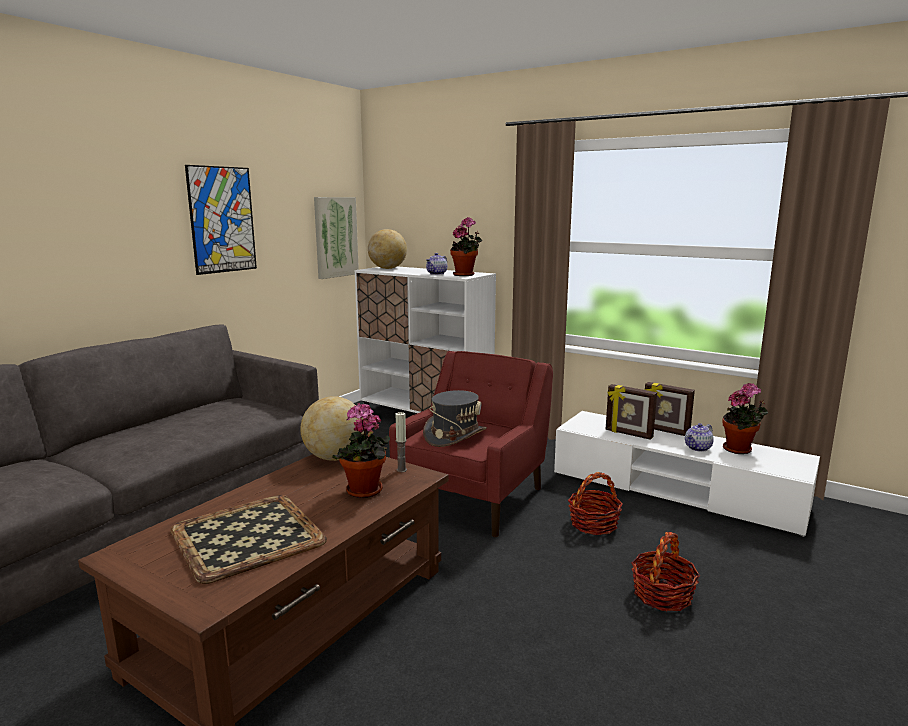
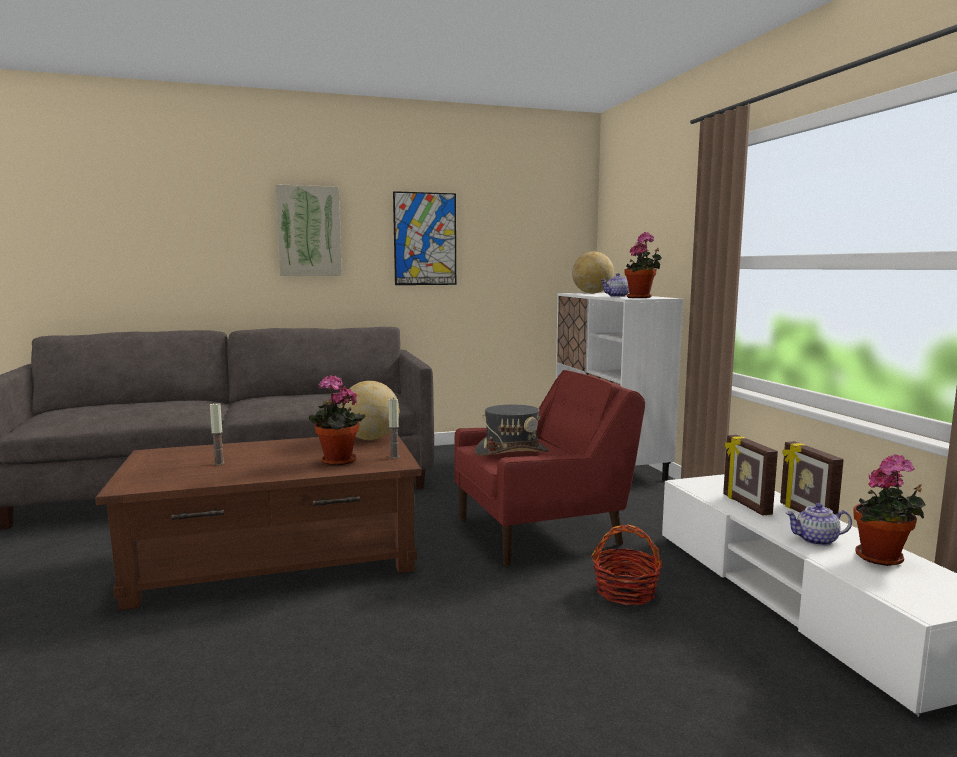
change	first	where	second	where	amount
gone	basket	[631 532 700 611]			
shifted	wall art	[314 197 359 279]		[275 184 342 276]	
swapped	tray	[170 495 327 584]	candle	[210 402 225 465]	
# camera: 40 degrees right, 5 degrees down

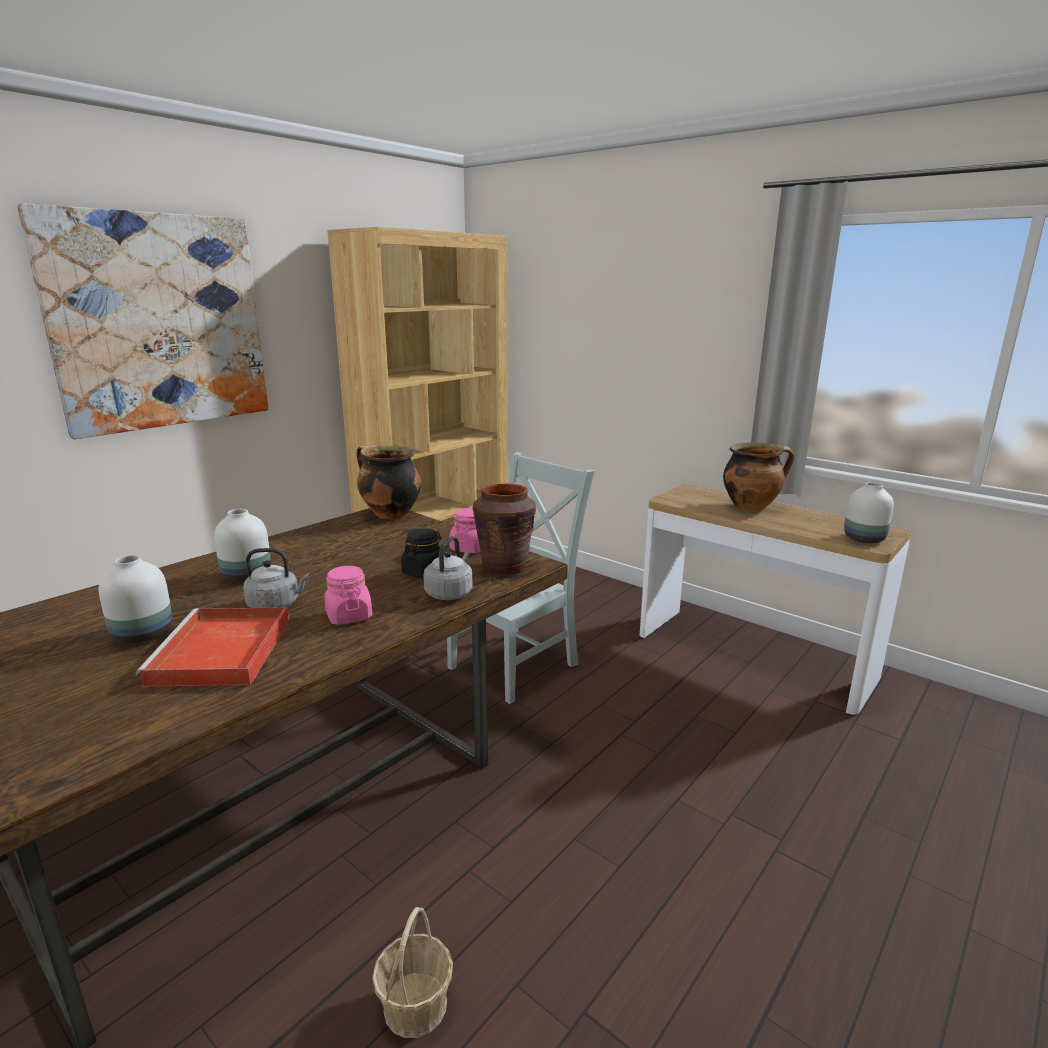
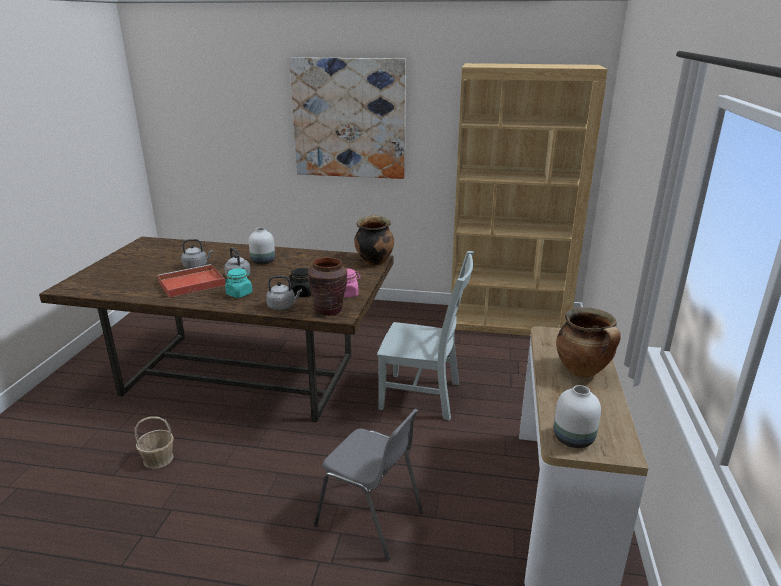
change	first	where	second	where	amount
new			gray chair	[314 409 423 560]	
swapped	white-coloured vase	[99 555 172 644]	gray kettle	[181 239 213 269]	
repainted	pink-coloured preserve jar	[324 566 372 625]	blue-green preserve jar	[225 268 252 298]	
# camera: 60 degrees right, 5 degrees up

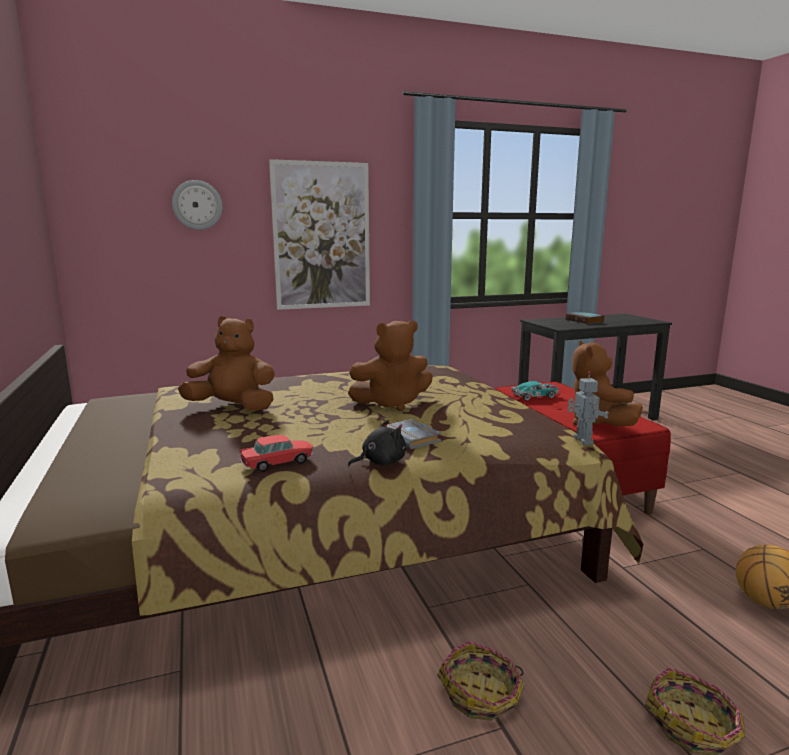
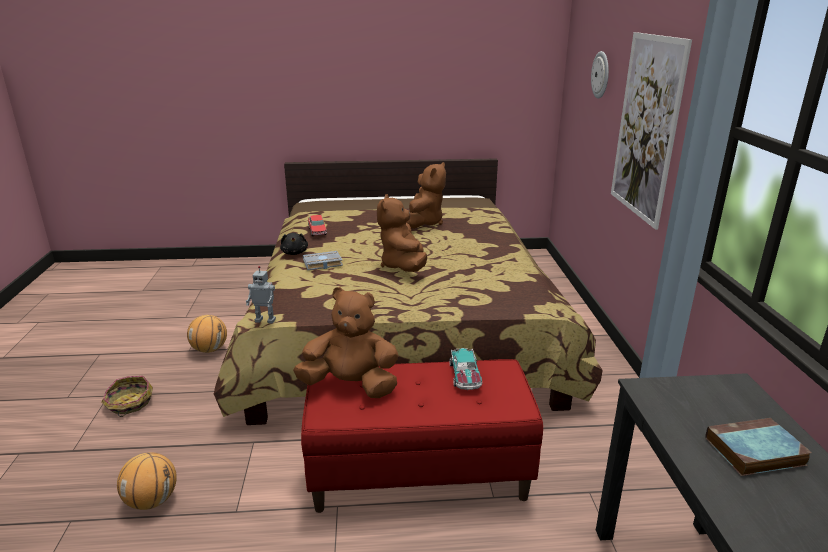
change	first	where	second	where	amount
swapped	basket	[437 641 525 720]	ball for basketball	[187 315 227 353]	
# camera: 105 degrees right, 10 degrees up

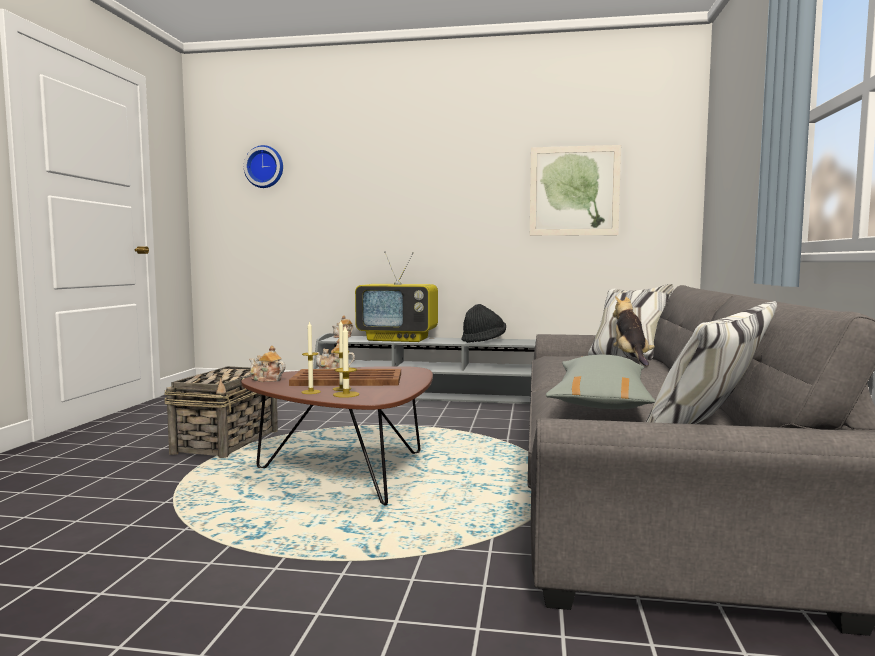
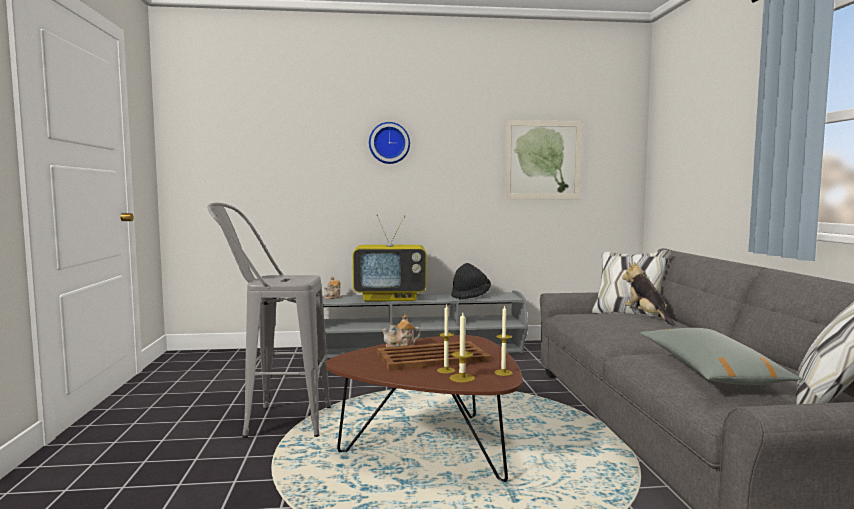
change	first	where	second	where	amount
gone	pot for tea	[249 346 286 382]			
shifted	hanging clock	[244 145 283 188]		[369 122 410 164]	
shifted	candle	[301 321 321 394]		[494 305 513 376]	
swapped	basket	[164 366 278 458]	gray stool	[207 202 331 438]	
# camera: 15 degrees left, 0 degrees up

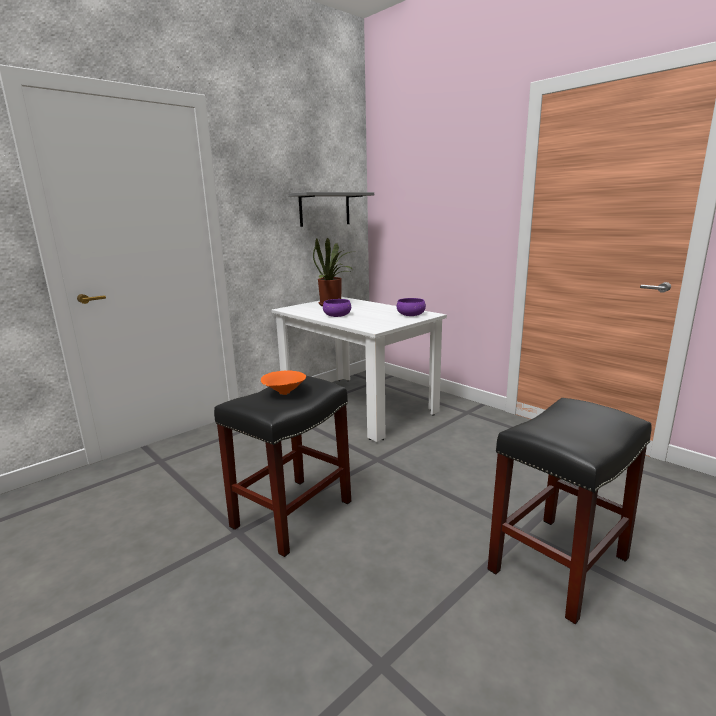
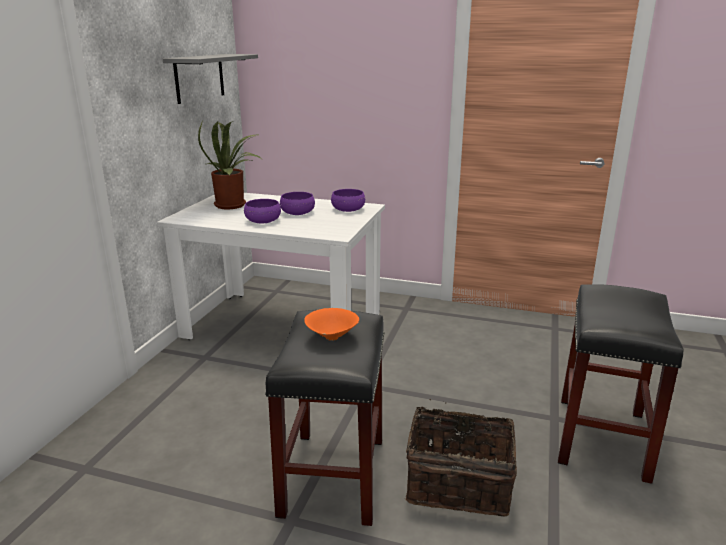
change	first	where	second	where	amount
new			purple-coloured bowl	[280 192 315 215]	
new			basket	[406 399 517 517]	
# camera: 30 degrees left, 5 degrees up

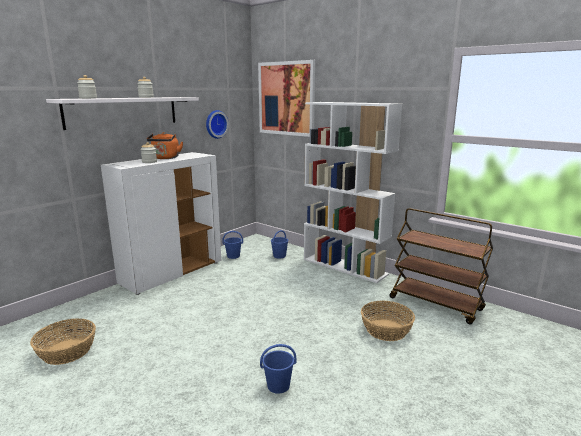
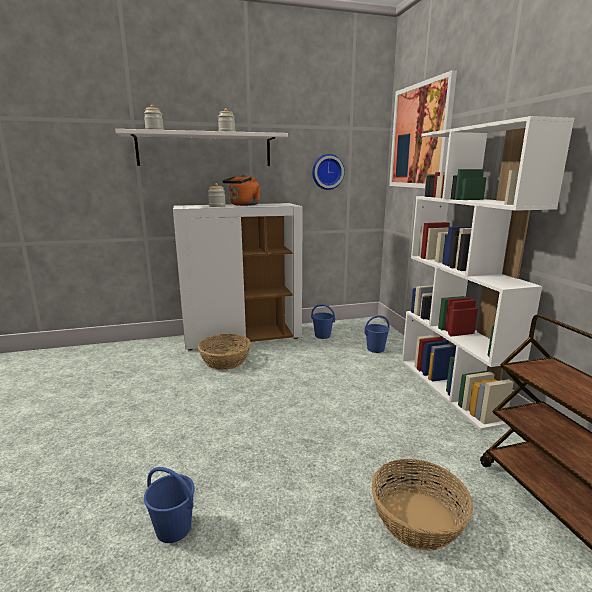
change	first	where	second	where	amount
shifted	basket	[30 318 96 365]		[198 334 251 370]	
# camera: 35 degrees right, 0 degrees up

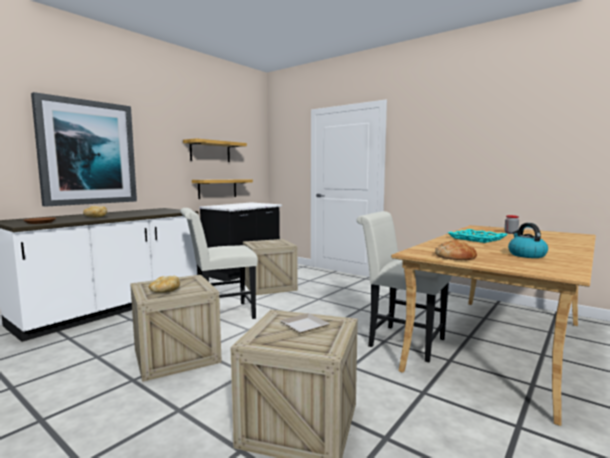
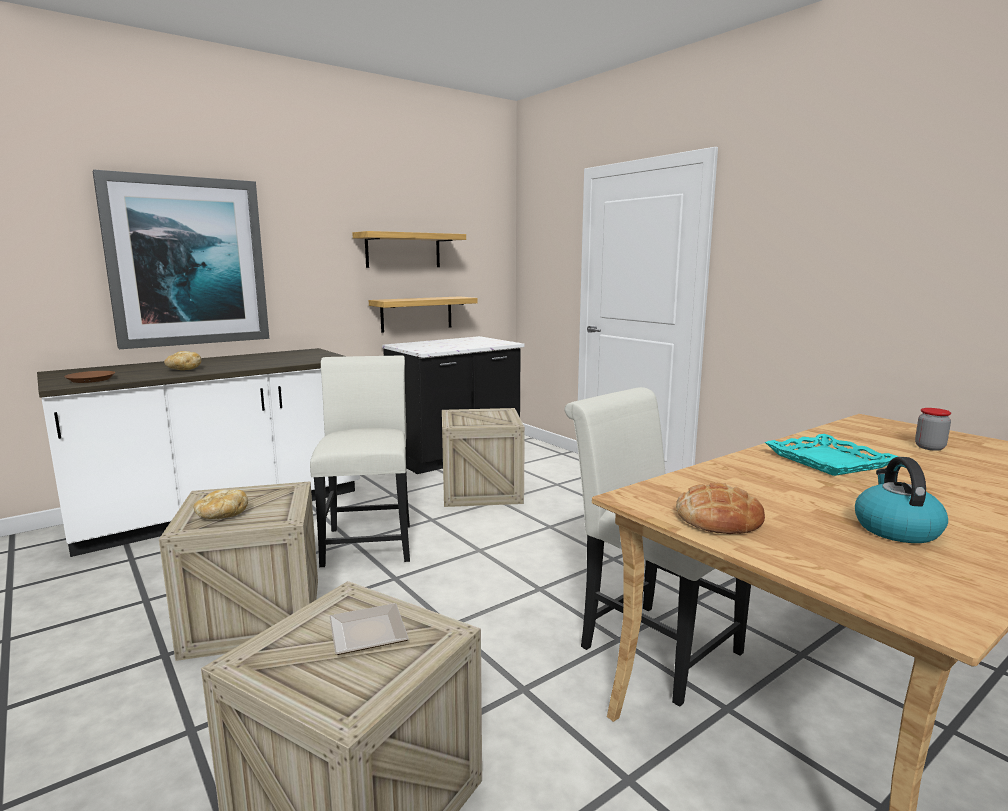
change	first	where	second	where	amount
rotated	white-coloured chair	[180 208 258 319]		[310 355 410 567]	90 degrees clockwise
# camera: 15 degrees right, 5 degrees up

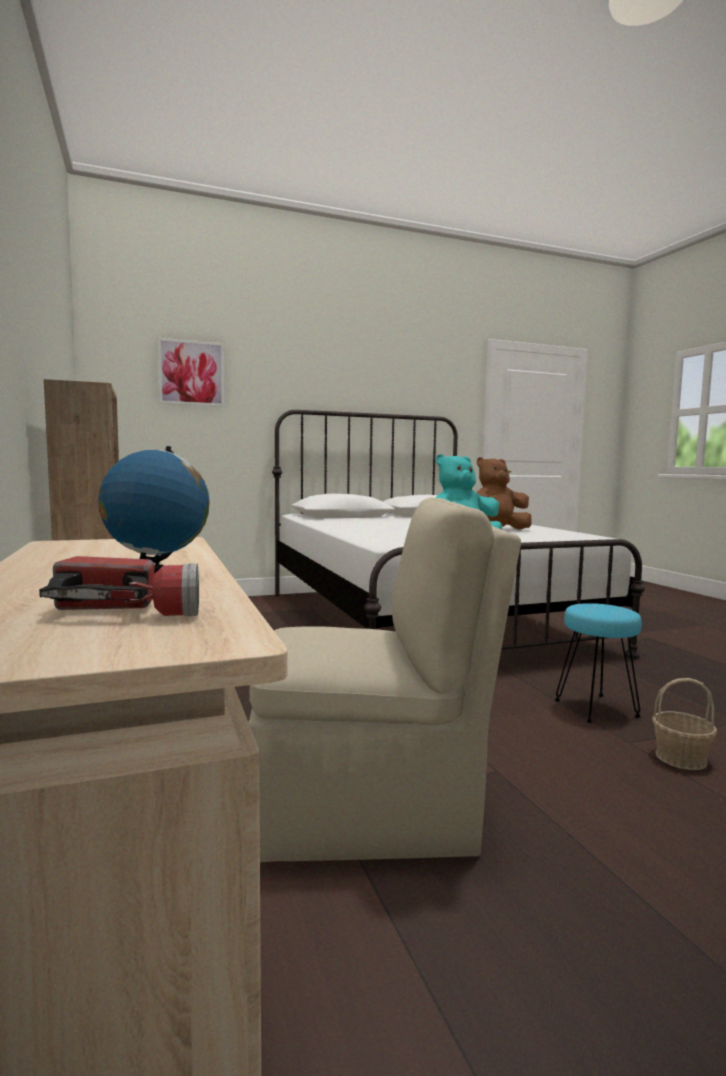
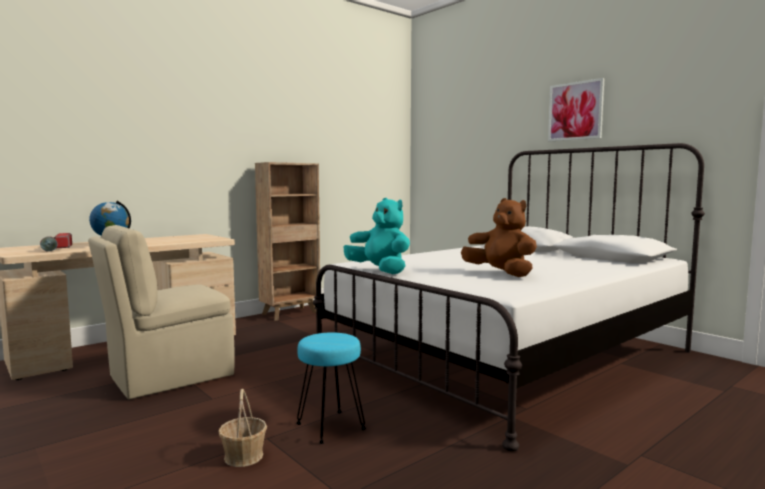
change	first	where	second	where	amount
shifted	wall art	[158 338 225 407]		[548 78 604 142]	
rotated	beige-coloured chair	[249 497 521 862]		[88 225 235 399]	75 degrees clockwise
# camera: 70 degrees right, 0 degrees up

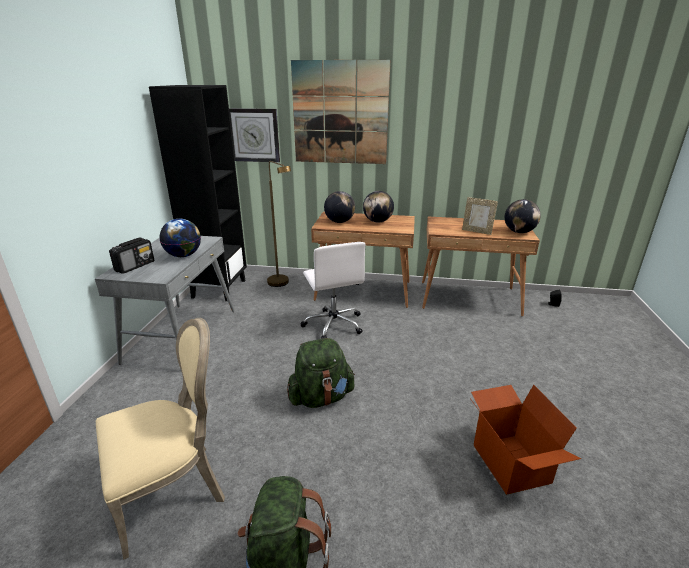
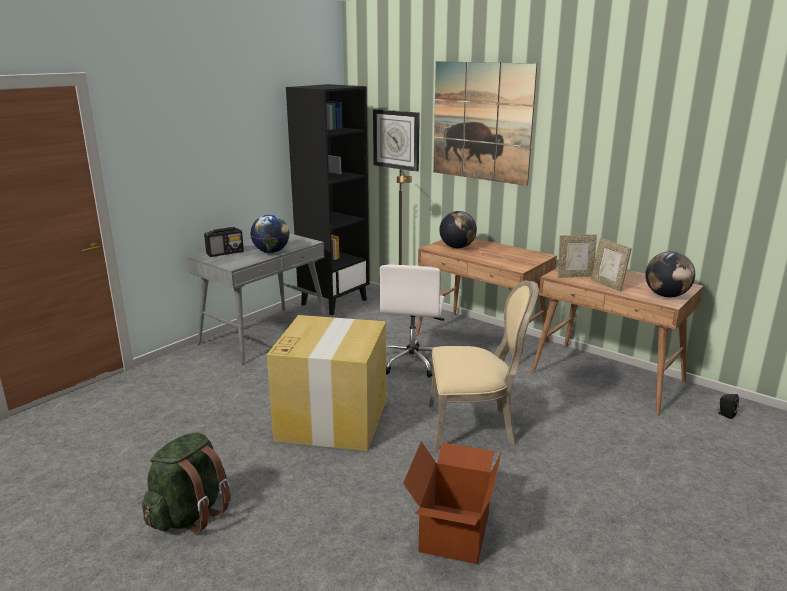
change	first	where	second	where	amount
gone	world globe	[363 191 394 222]			
new			photo frame	[558 234 597 278]	
shifted	beige-coloured chair	[96 318 225 560]		[429 280 539 451]	
swapped	green rucksack	[287 338 355 408]	packing box	[267 315 386 451]	
# camera: 30 degrees right, 5 degrees down

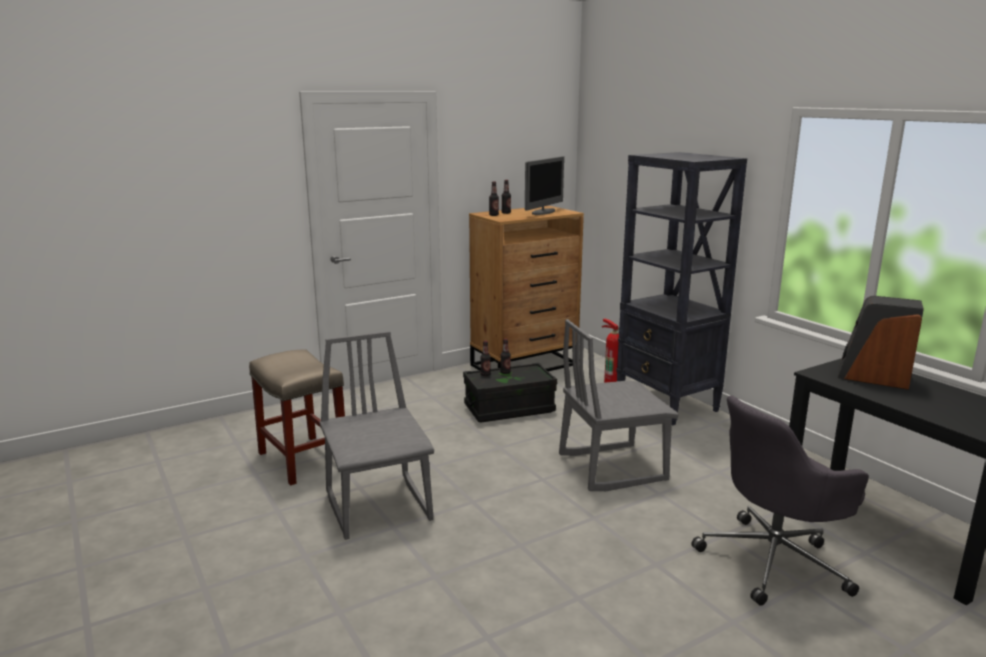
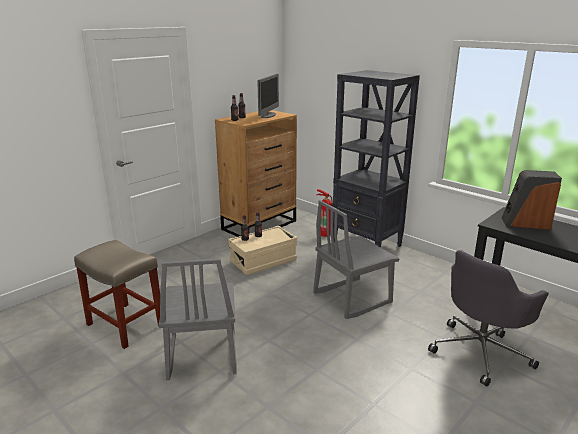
change	first	where	second	where	amount
repainted	black-coloured storage bin	[463 363 557 423]	beige-coloured storage bin	[228 226 297 275]	
rotated	gray chair	[320 331 434 540]		[158 259 237 380]	150 degrees counterclockwise
# camera: 15 degrees left, 5 degrees up

